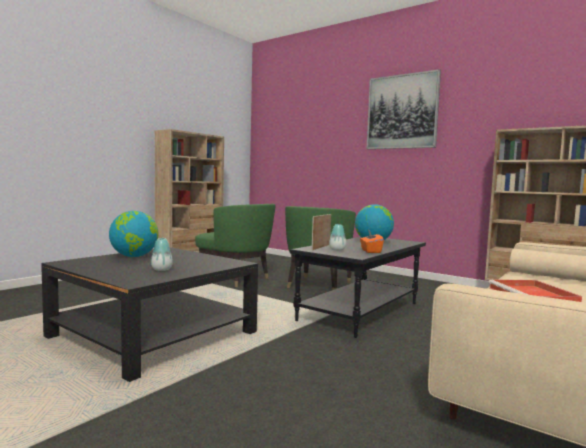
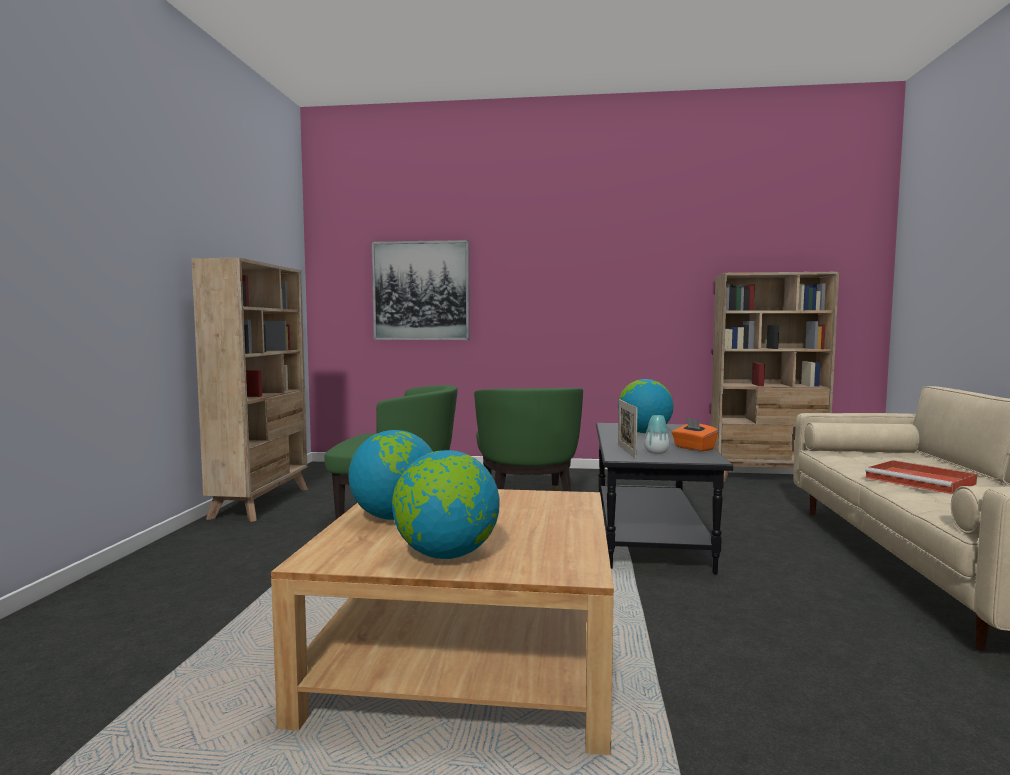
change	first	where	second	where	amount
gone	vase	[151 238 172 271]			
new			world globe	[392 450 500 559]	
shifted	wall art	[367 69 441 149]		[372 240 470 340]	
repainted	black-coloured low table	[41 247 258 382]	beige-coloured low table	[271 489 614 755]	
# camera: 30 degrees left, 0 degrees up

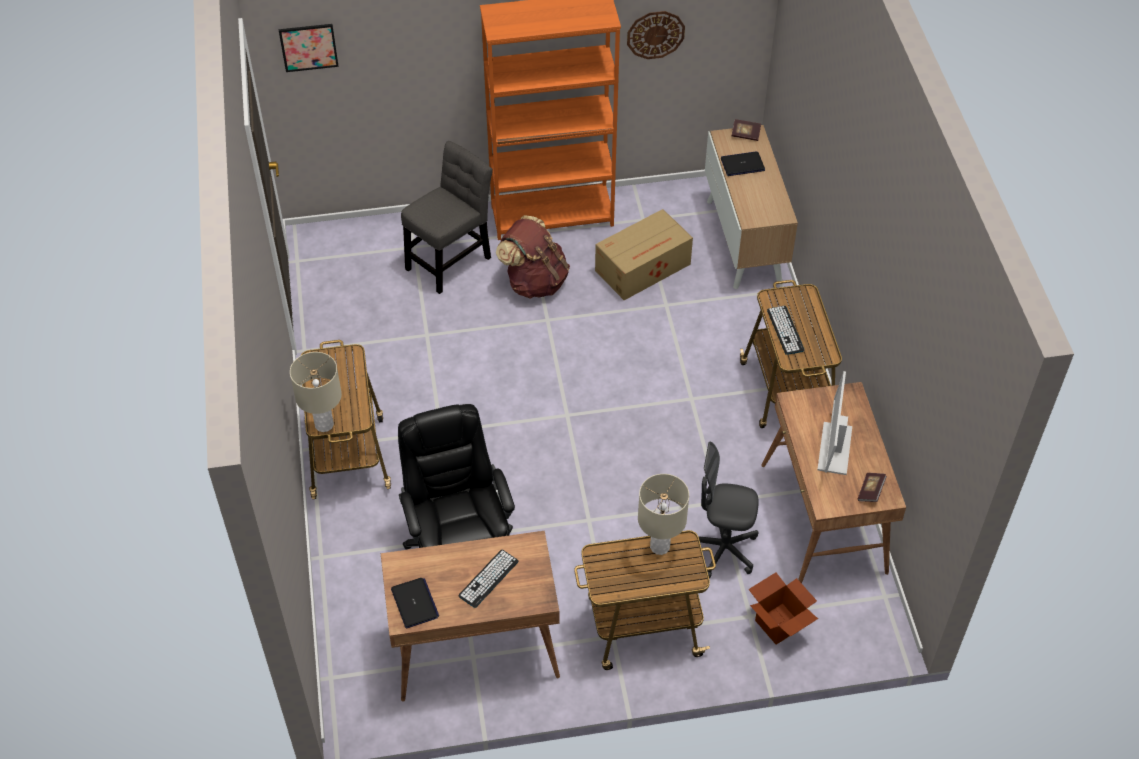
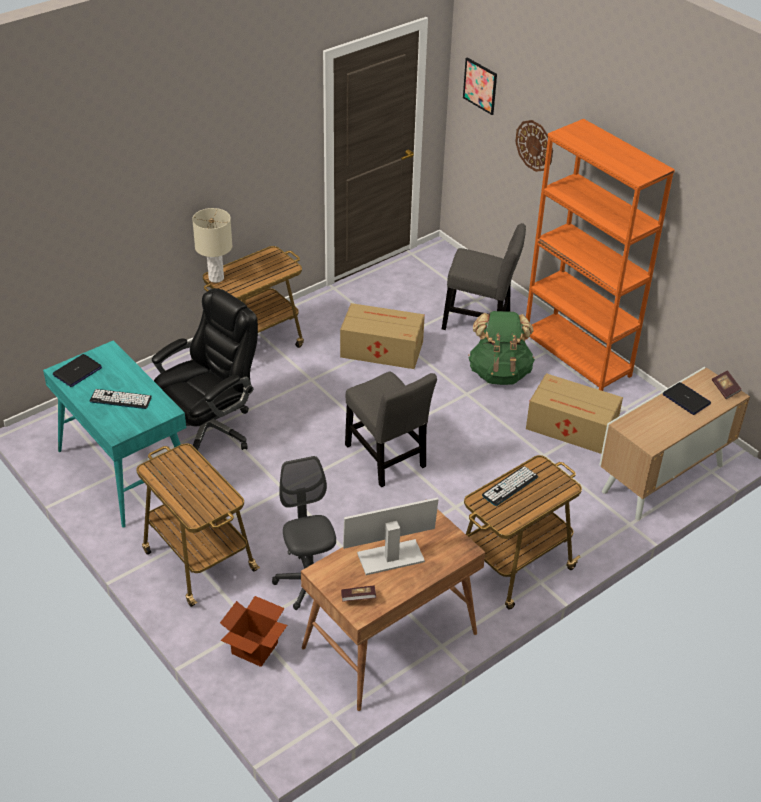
change	first	where	second	where	amount
gone	beige-coloured tabletop lamp	[638 474 689 555]			
new			packing box	[340 303 425 369]	
new			gray chair	[345 371 437 487]	
shifted	hanging clock	[627 11 685 59]		[515 120 553 172]	
repainted	brown-coloured desk	[381 531 560 702]	blue-green desk	[43 340 191 528]	
repainted	brown-coloured rucksack	[496 215 570 299]	green rucksack	[468 311 535 385]	
# camera: 60 degrees right, 10 degrees down

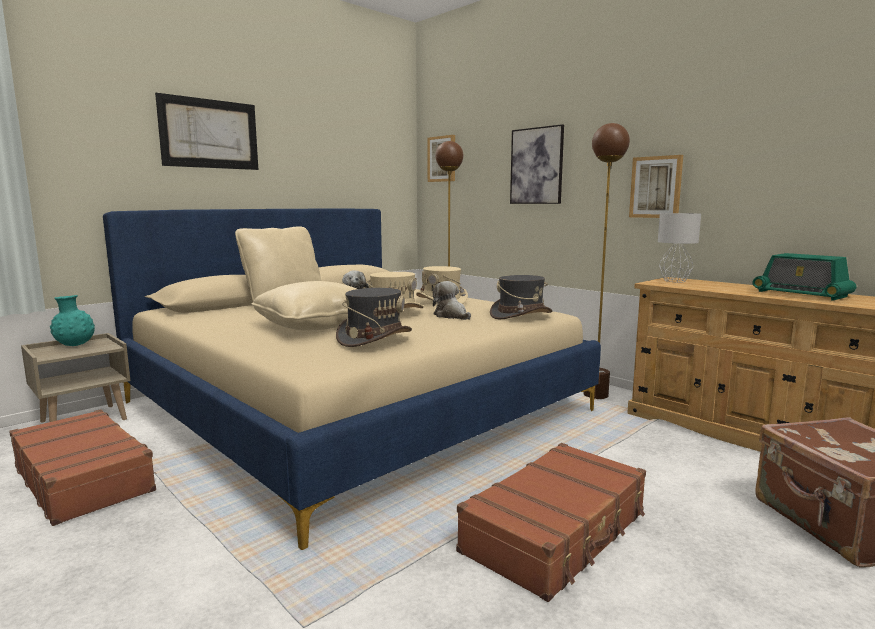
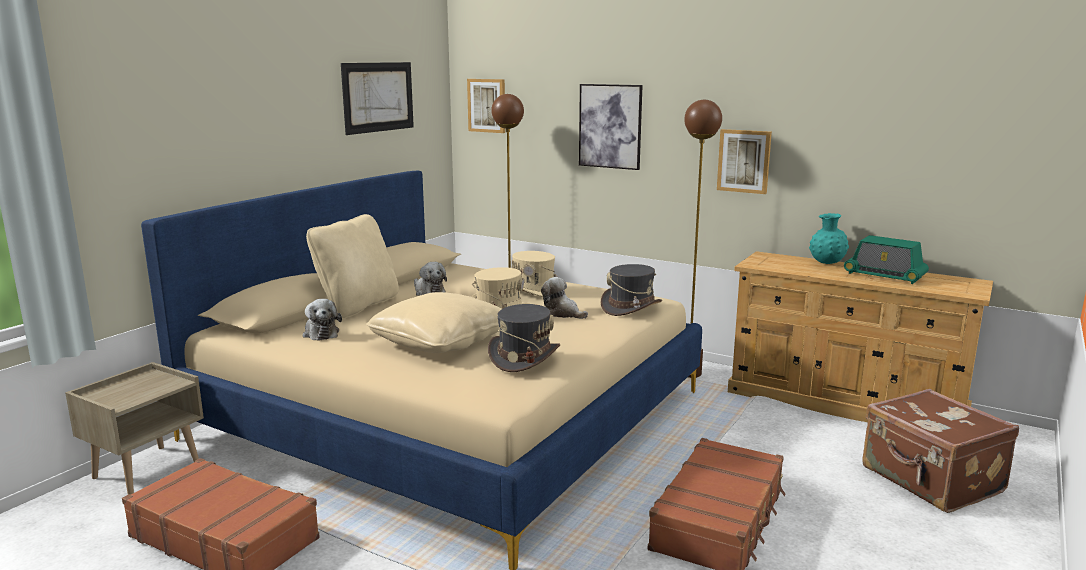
change	first	where	second	where	amount
gone	gray tabletop lamp	[658 213 701 282]			
new			cuddly toy	[302 299 342 341]	
shifted	blue-green vase	[50 295 95 346]		[809 213 849 264]	
shifted	wall art	[155 93 258 170]		[341 62 414 135]	
# camera: 15 degrees left, 5 degrees up

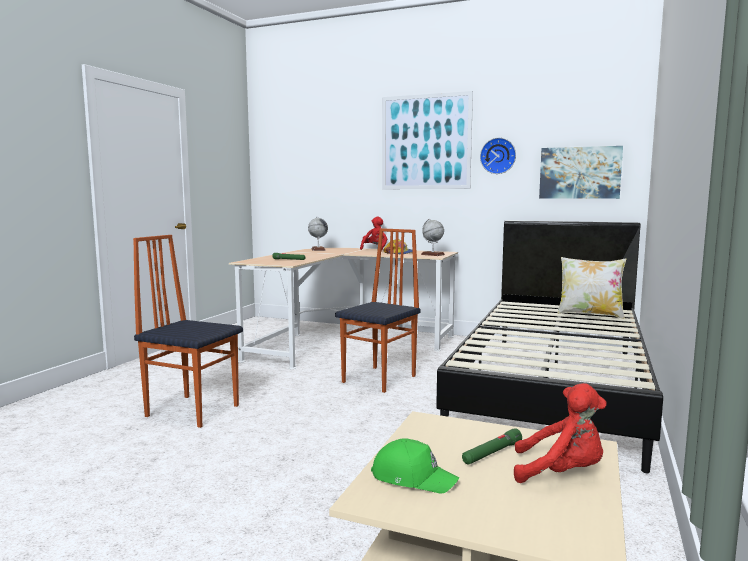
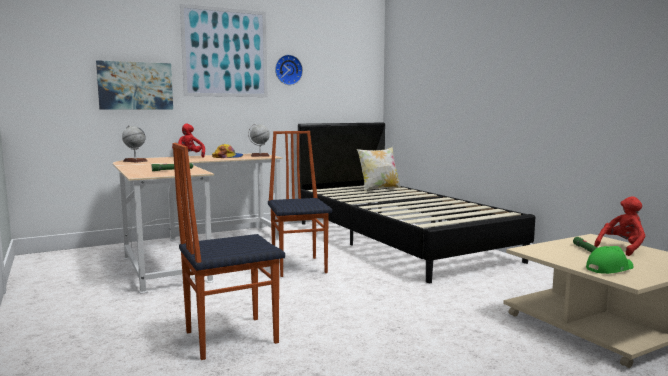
change	first	where	second	where	amount
shifted	wall art	[539 146 623 199]		[96 60 173 109]	
# camera: 50 degrees left, 0 degrees up

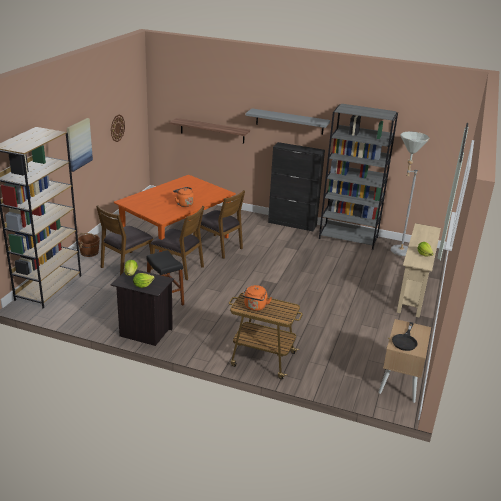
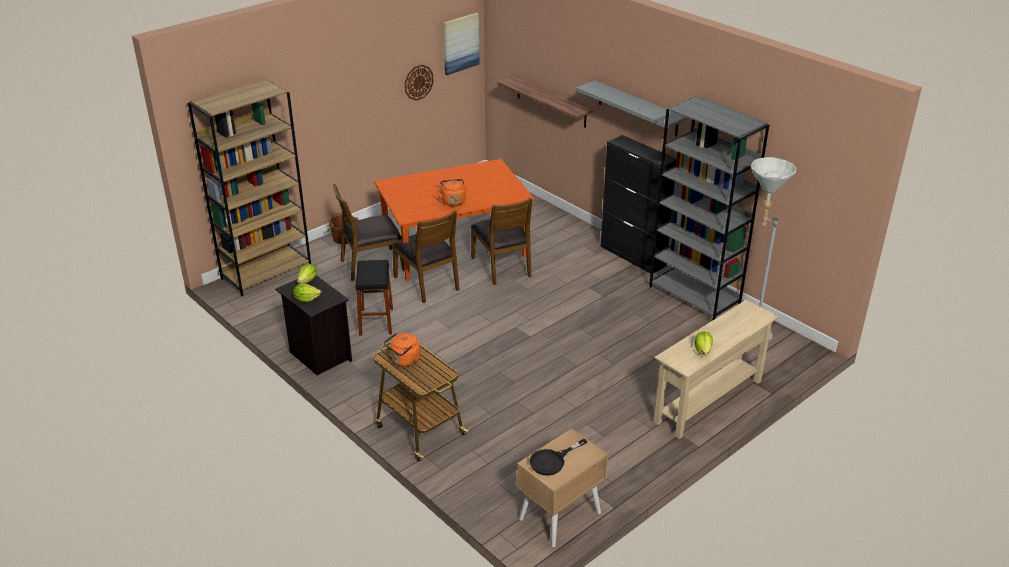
change	first	where	second	where	amount
shifted	wall art	[67 118 93 172]		[443 13 480 75]	
# camera: 30 degrees right, 5 degrees up

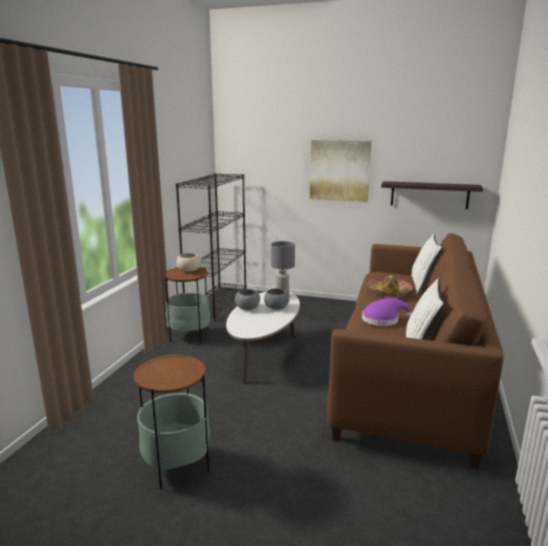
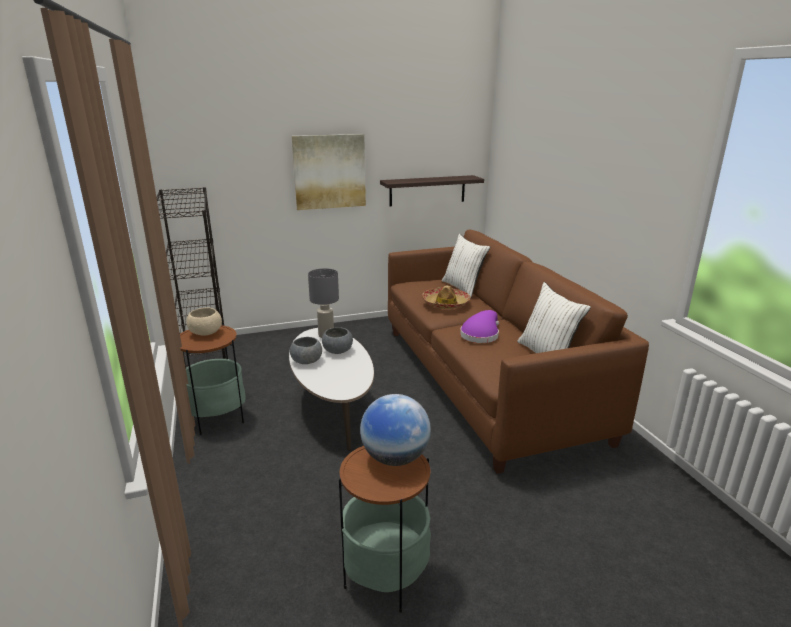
change	first	where	second	where	amount
new			world globe	[360 394 431 466]	
# camera: 35 degrees left, 5 degrees up

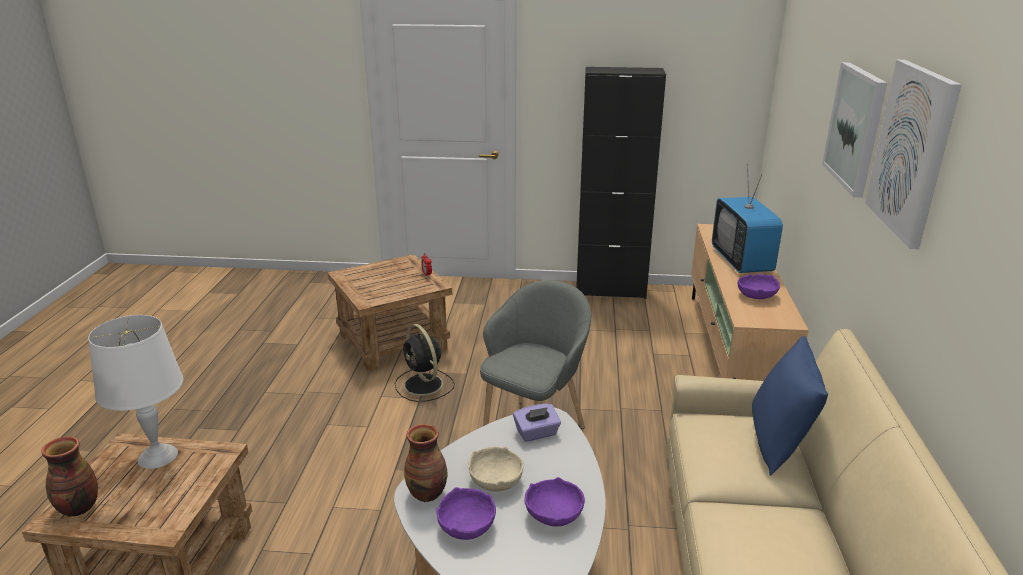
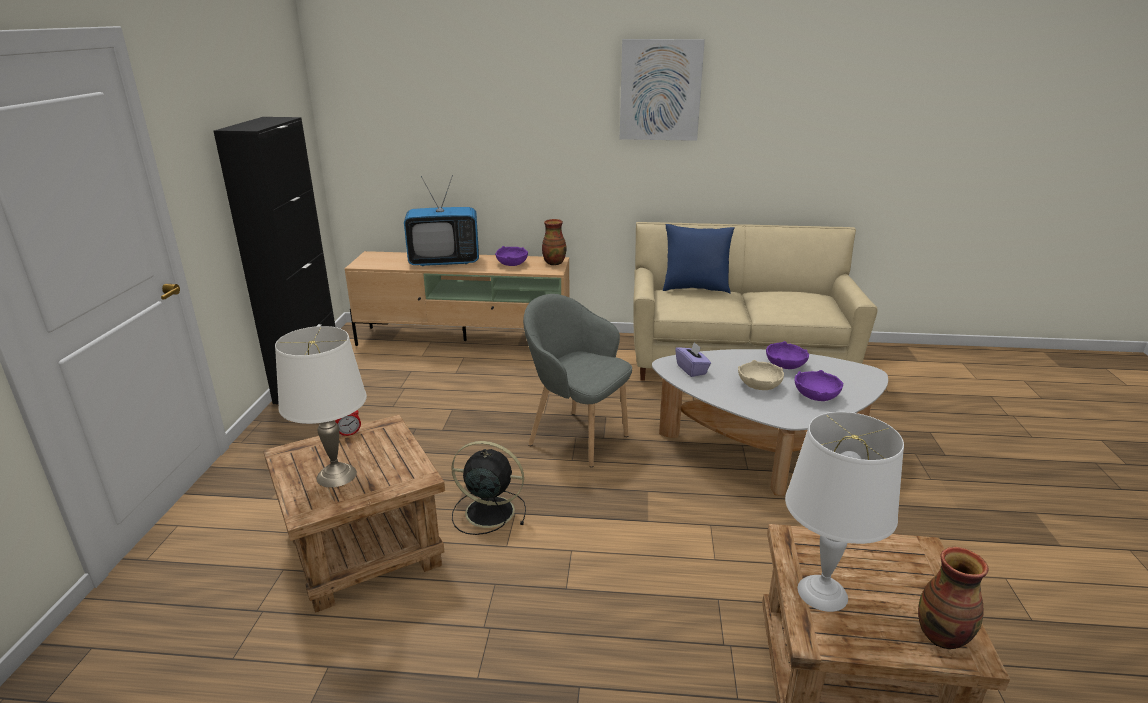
change	first	where	second	where	amount
gone	wall art	[822 62 887 198]			
new			white-coloured tabletop lamp	[275 326 367 488]	
shifted	vase	[404 424 448 502]		[542 219 567 265]	
rotated	black-coloured fan	[395 324 455 402]		[451 441 526 535]	135 degrees counterclockwise
# camera: 90 degrees left, 0 degrees up

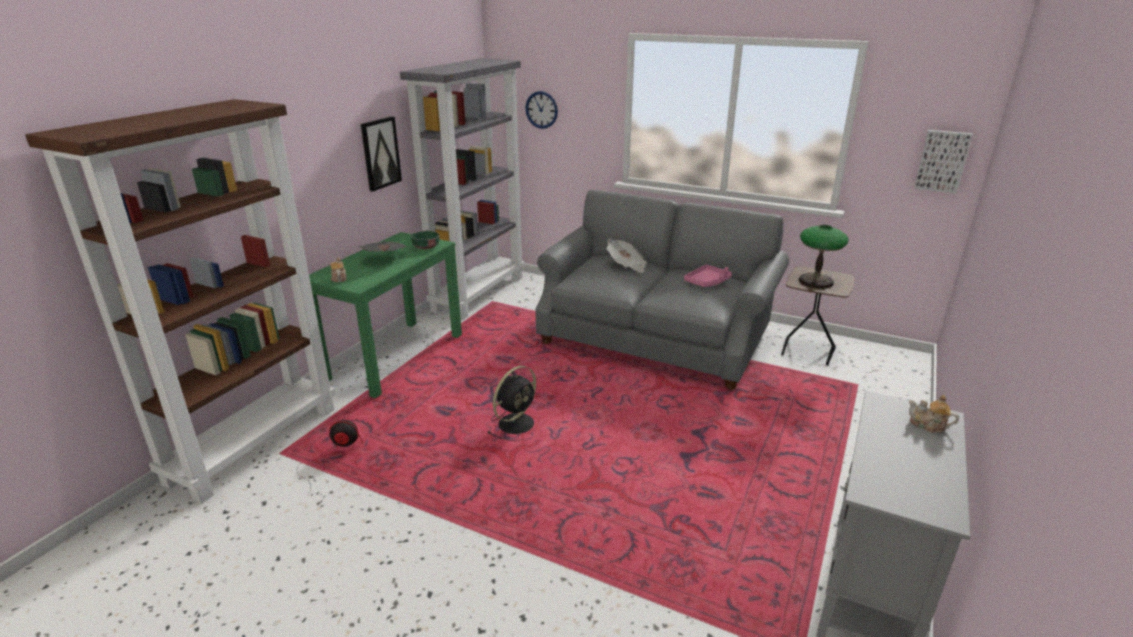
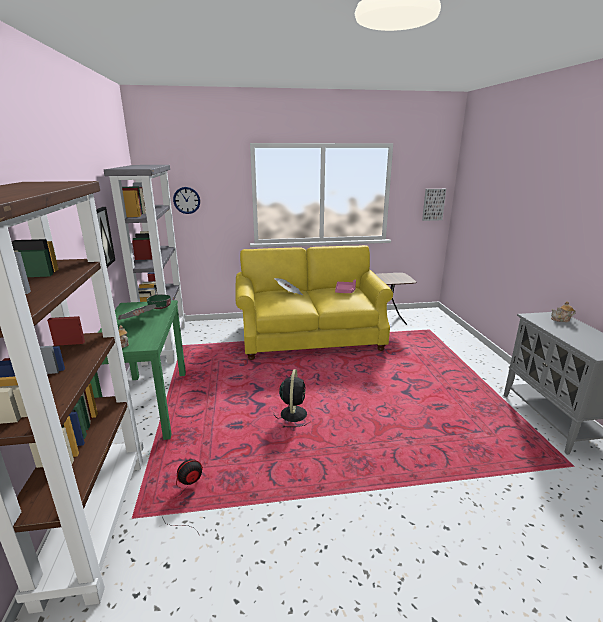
change	first	where	second	where	amount
gone	tabletop lamp	[799 225 849 289]			
repainted	gray settee	[535 190 789 390]	yellow settee	[235 245 393 360]	
# camera: 35 degrees left, 5 degrees down

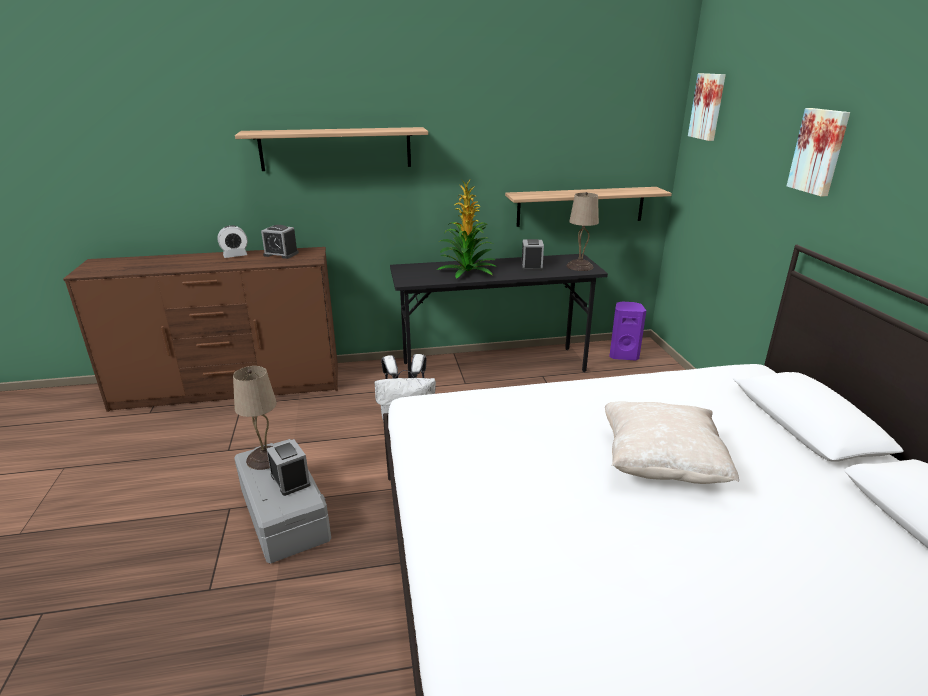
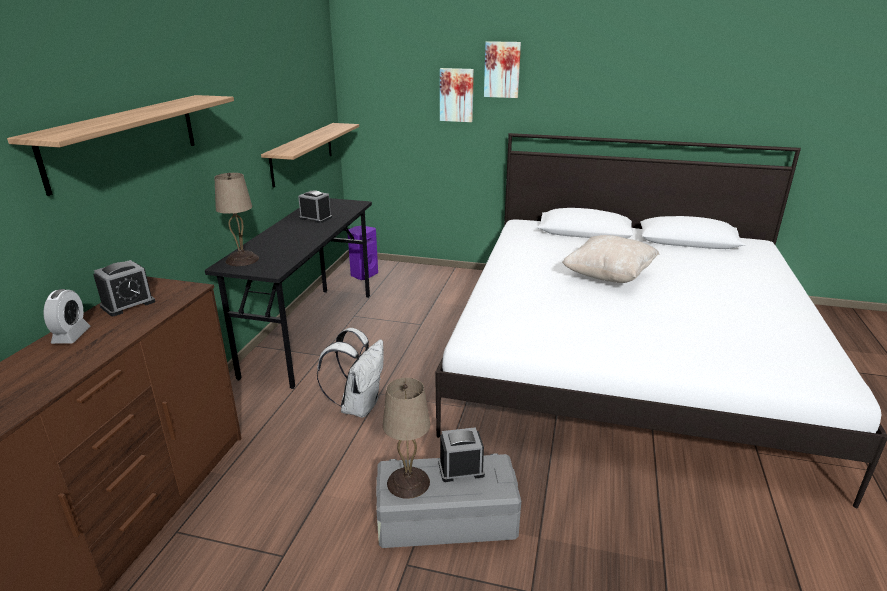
change	first	where	second	where	amount
gone	plant in a pot	[437 179 497 278]			
shifted	beige-coloured tabletop lamp	[566 192 599 271]		[214 173 259 266]	
shifted	wall art	[688 73 726 141]		[440 68 474 122]	
# camera: 65 degrees left, 0 degrees up

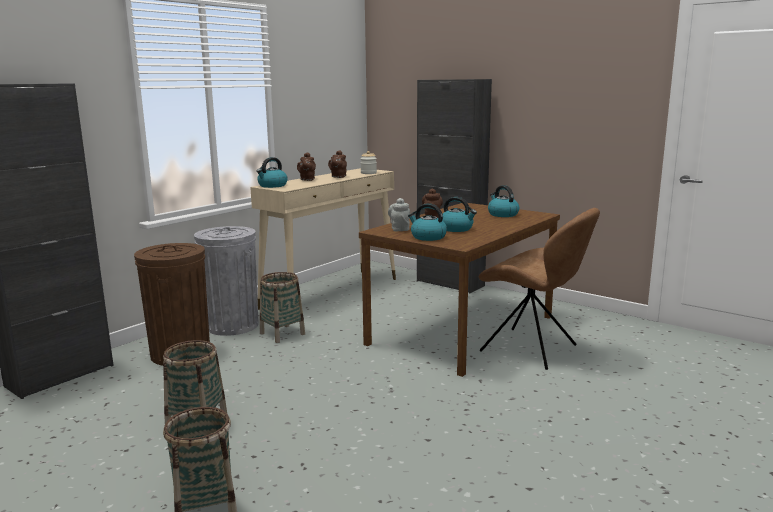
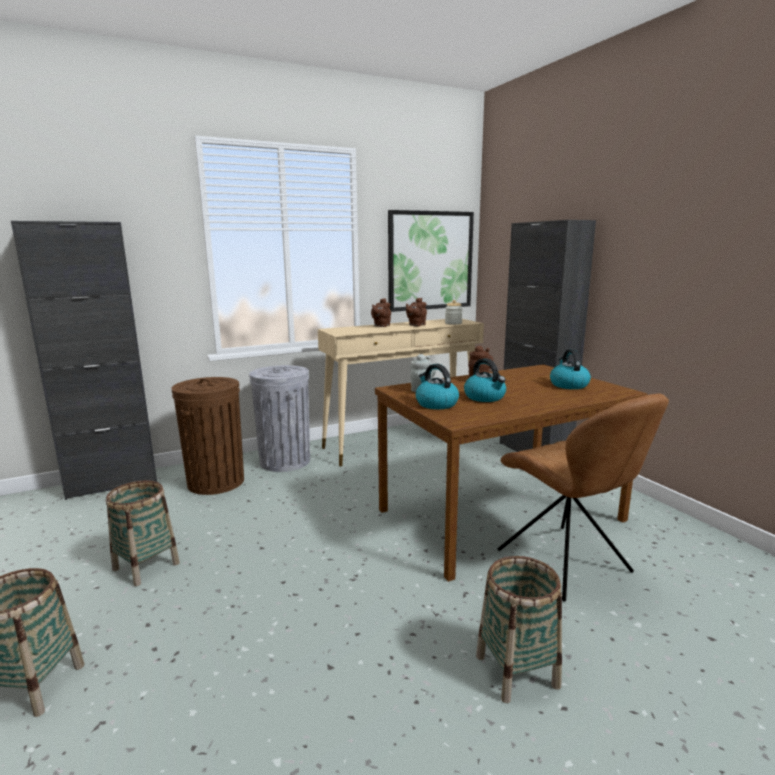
change	first	where	second	where	amount
gone	kettle	[256 157 288 188]			
new			wall art	[388 210 474 312]	
shifted	basket	[260 272 305 343]		[476 556 562 703]	
# camera: 25 degrees right, 0 degrees up

